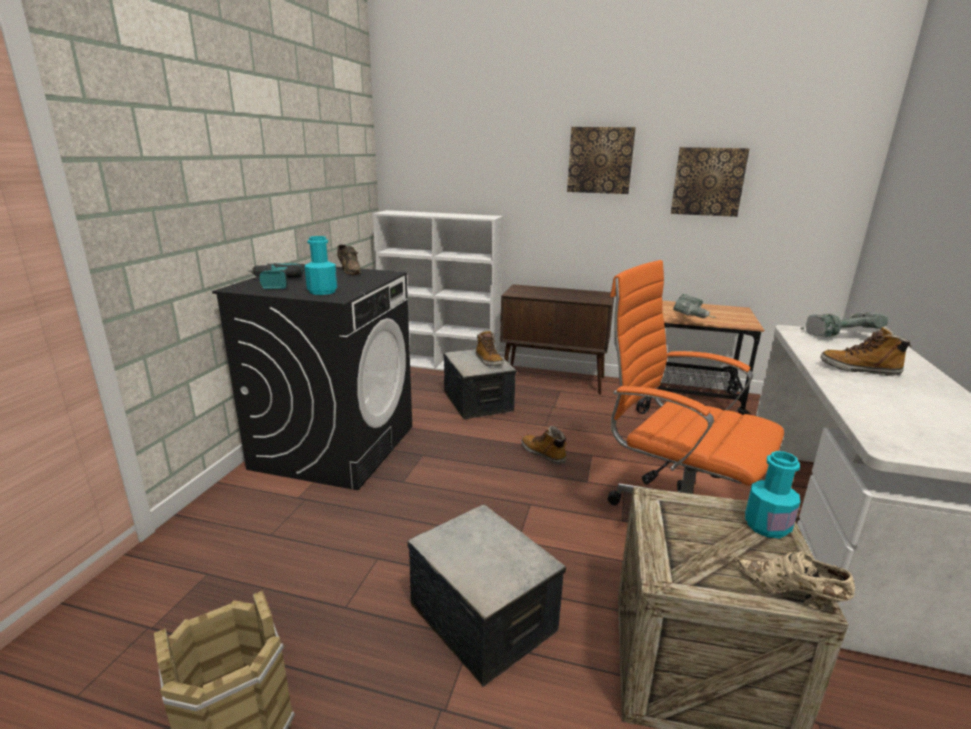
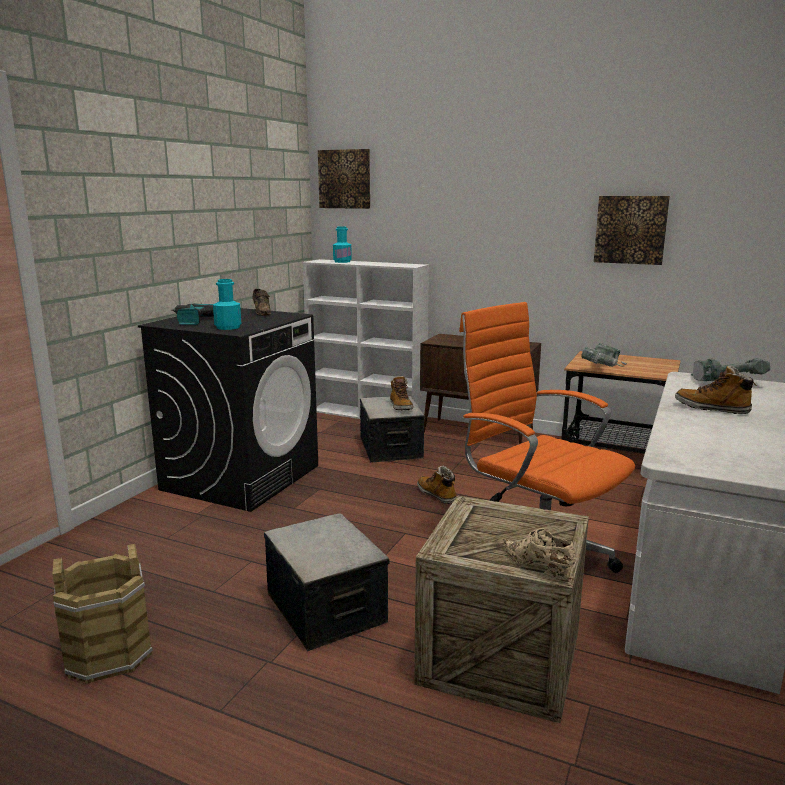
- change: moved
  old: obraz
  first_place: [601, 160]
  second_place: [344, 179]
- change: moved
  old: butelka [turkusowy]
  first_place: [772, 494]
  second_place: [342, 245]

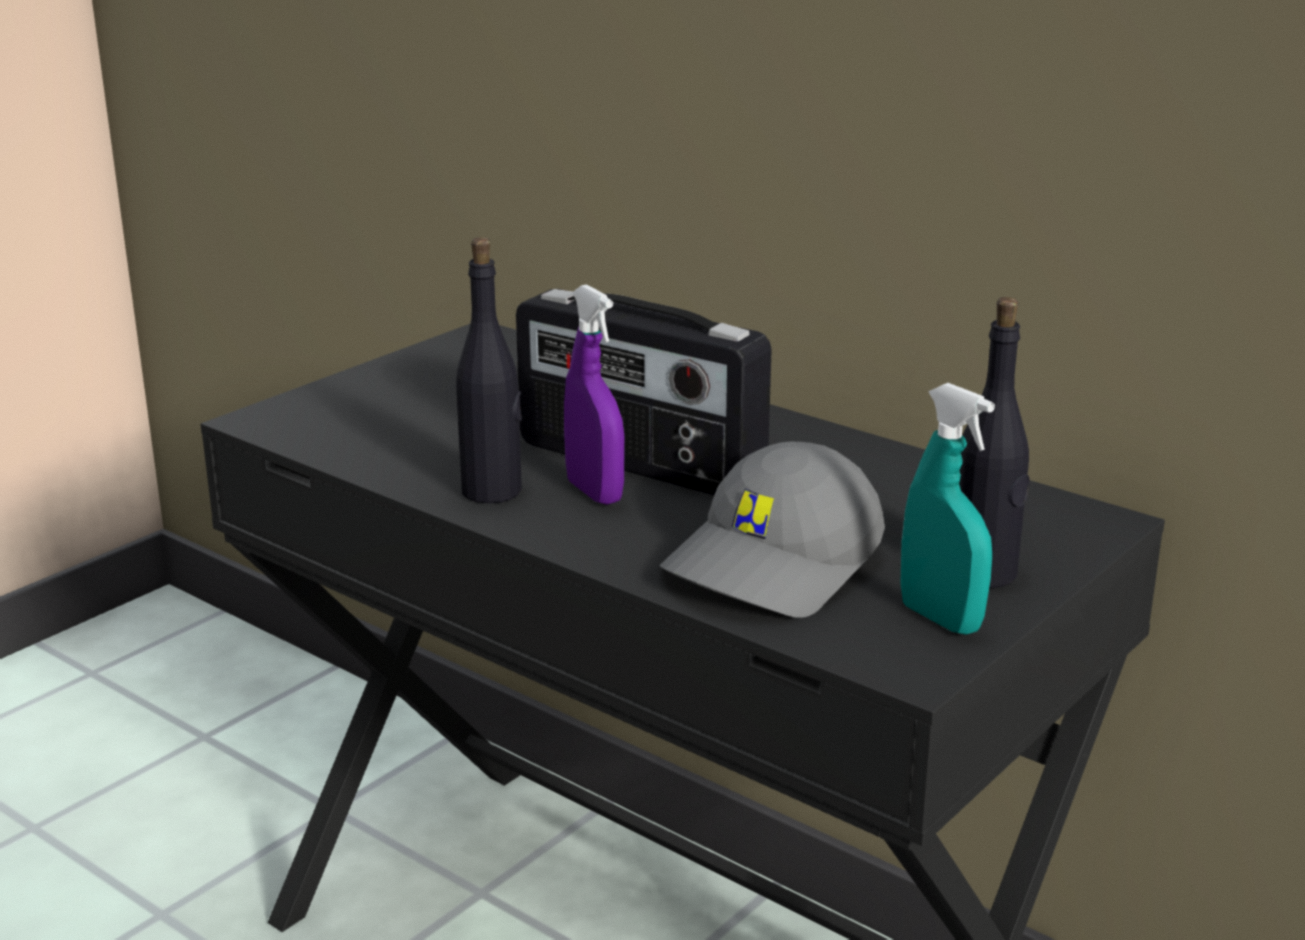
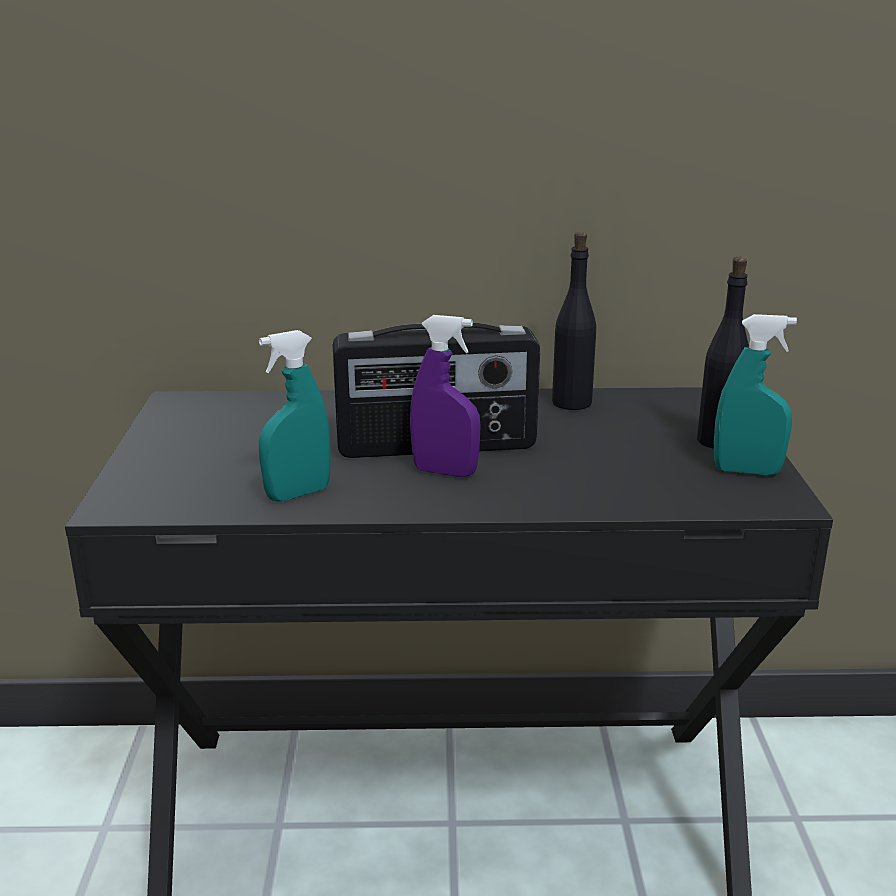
- change: added
  new: spryskiwacz [turkusowy]
  second_place: [294, 416]
- change: moved
  old: butelka [czarny]
  first_place: [489, 370]
  second_place: [574, 321]
- change: removed
  old: czapka z daszkiem [szary]
  first_place: [772, 529]

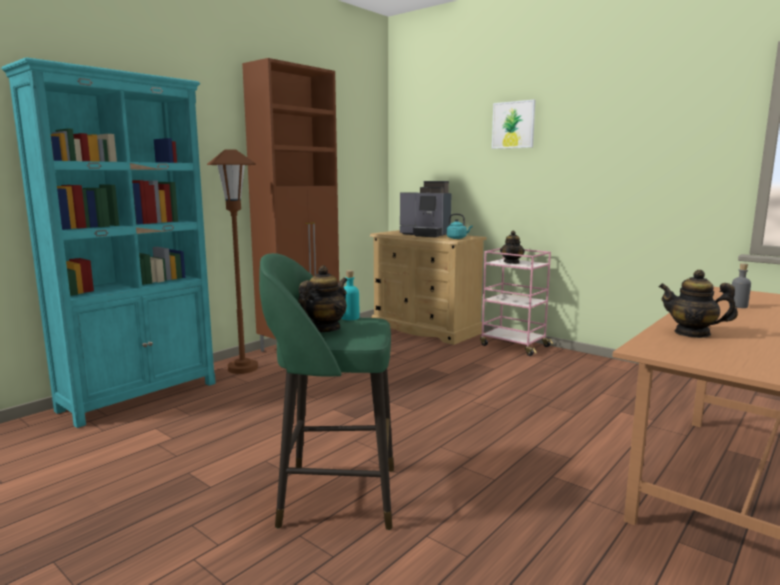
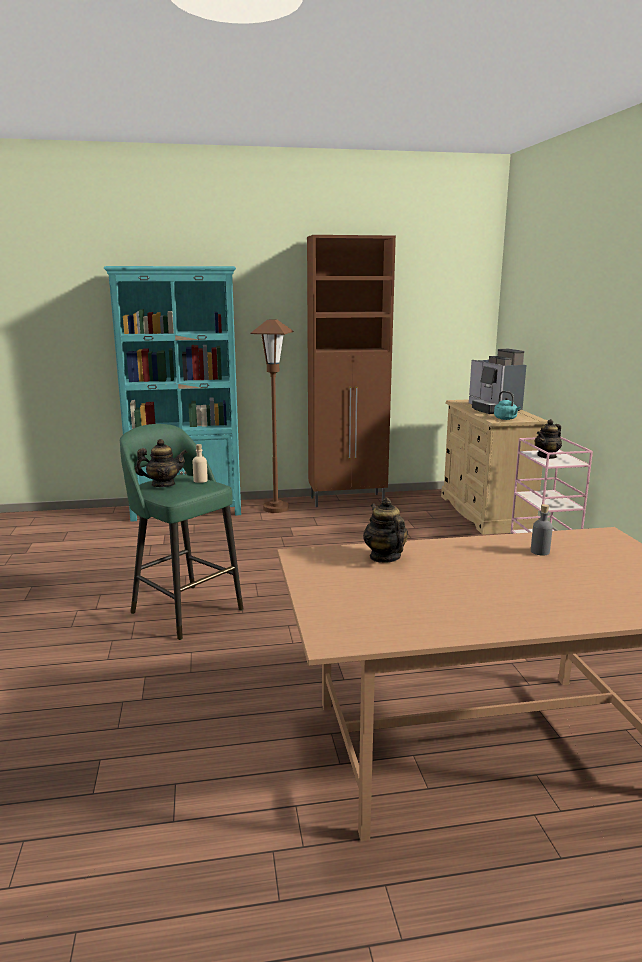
- change: recoloured
  old: butelka [turkusowy]
  new: butelka [beżowy]
  first_place: [350, 295]
  second_place: [200, 463]
- change: removed
  old: obraz
  first_place: [513, 124]

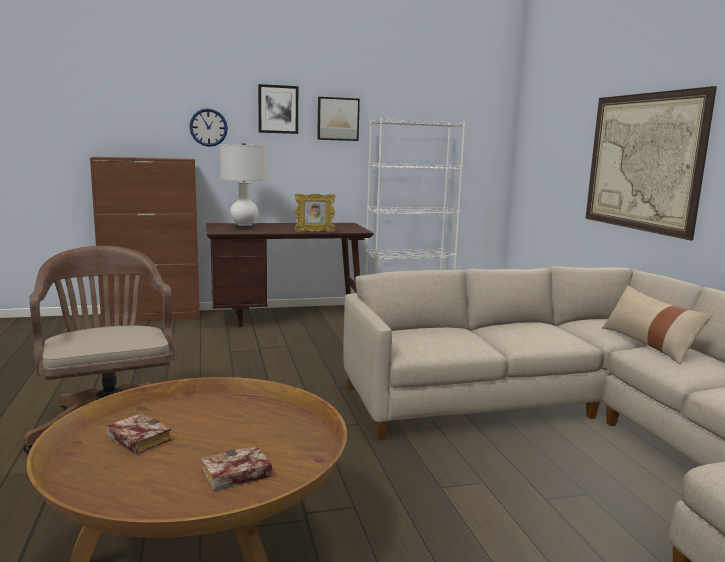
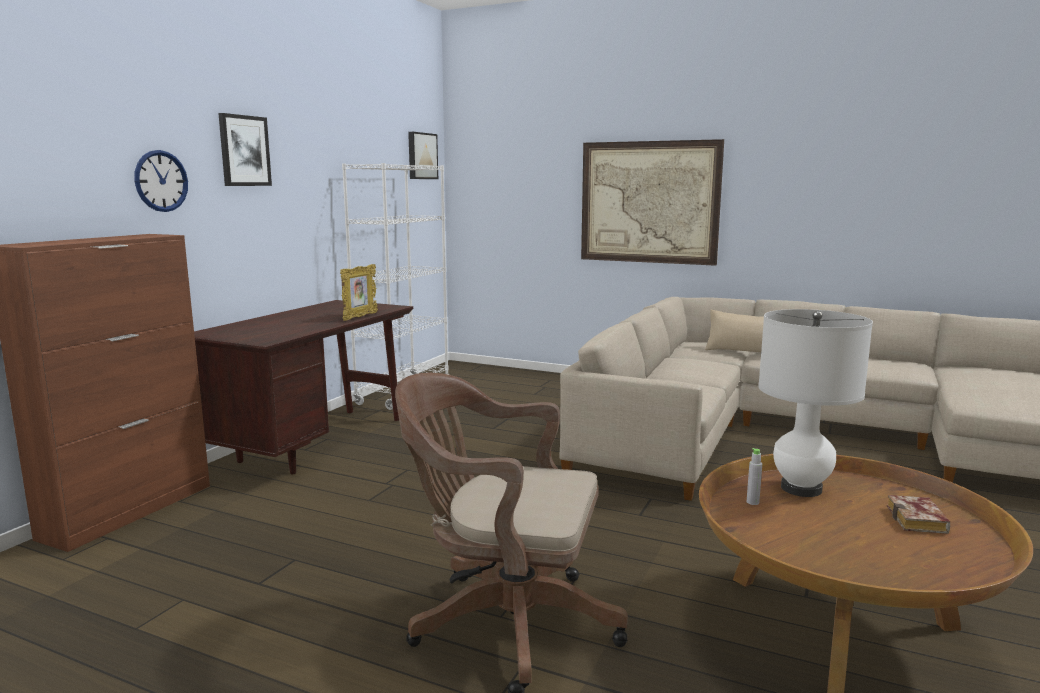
- change: moved
  old: obraz
  first_place: [338, 119]
  second_place: [423, 155]
- change: added
  new: butelka [szary]
  second_place: [754, 476]
- change: moved
  old: lampa stołowa [biały]
  first_place: [243, 185]
  second_place: [815, 403]
- change: removed
  old: książka
  first_place: [138, 434]

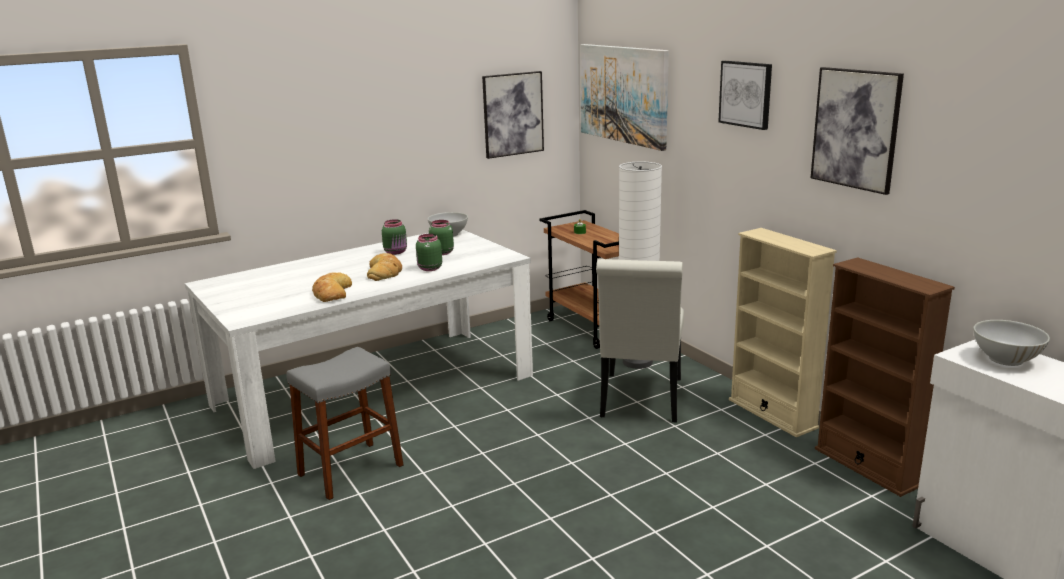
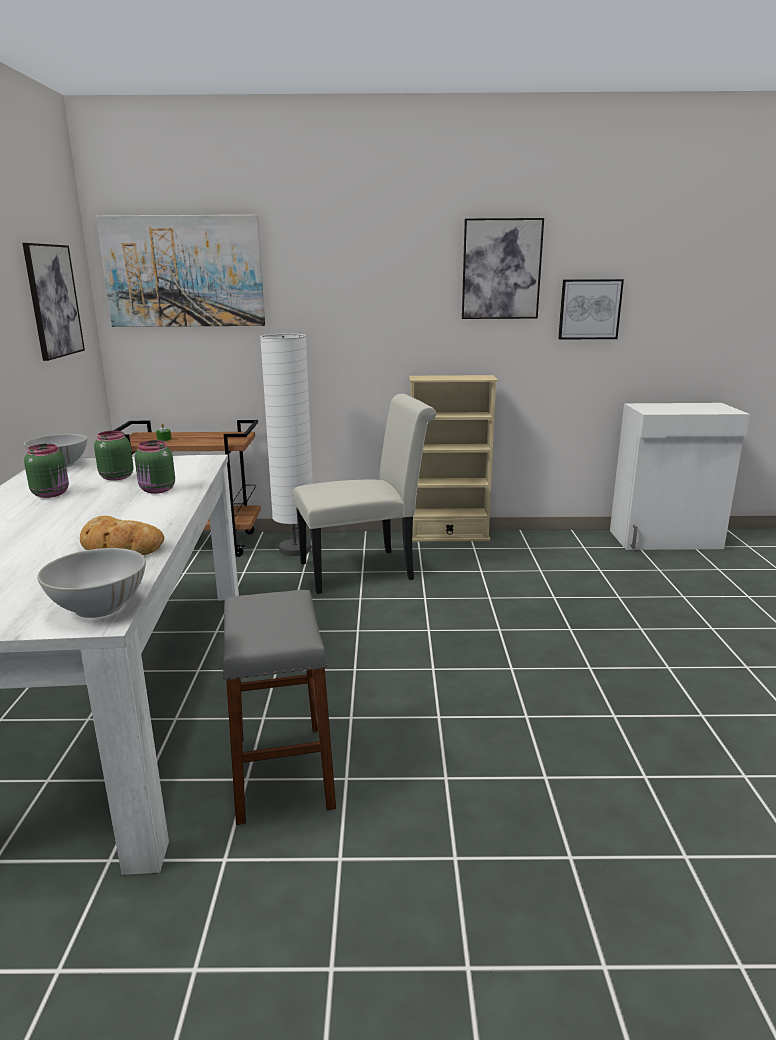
- change: moved
  old: miska [biały]
  first_place: [1011, 343]
  second_place: [91, 583]
- change: turned
  old: krzesło [biały]
  first_place: [640, 341]
  second_place: [364, 494]
  degrees: -60
- change: moved
  old: obraz
  first_place: [745, 95]
  second_place: [591, 309]
- change: removed
  old: chleb
  first_place: [384, 267]
- change: removed
  old: regał [brązowy]
  first_place: [885, 377]

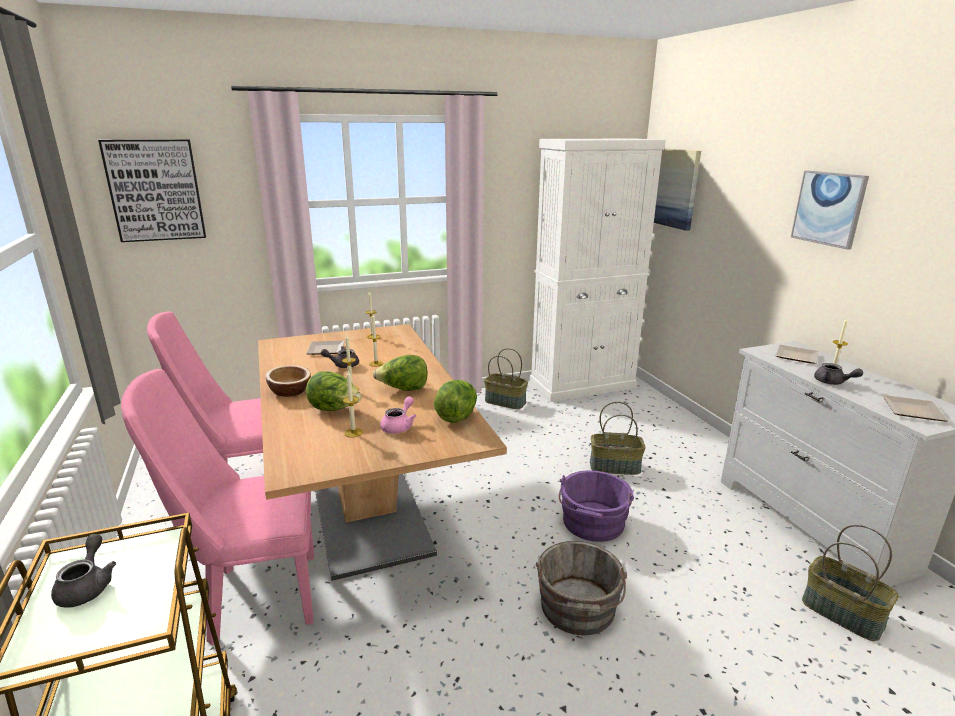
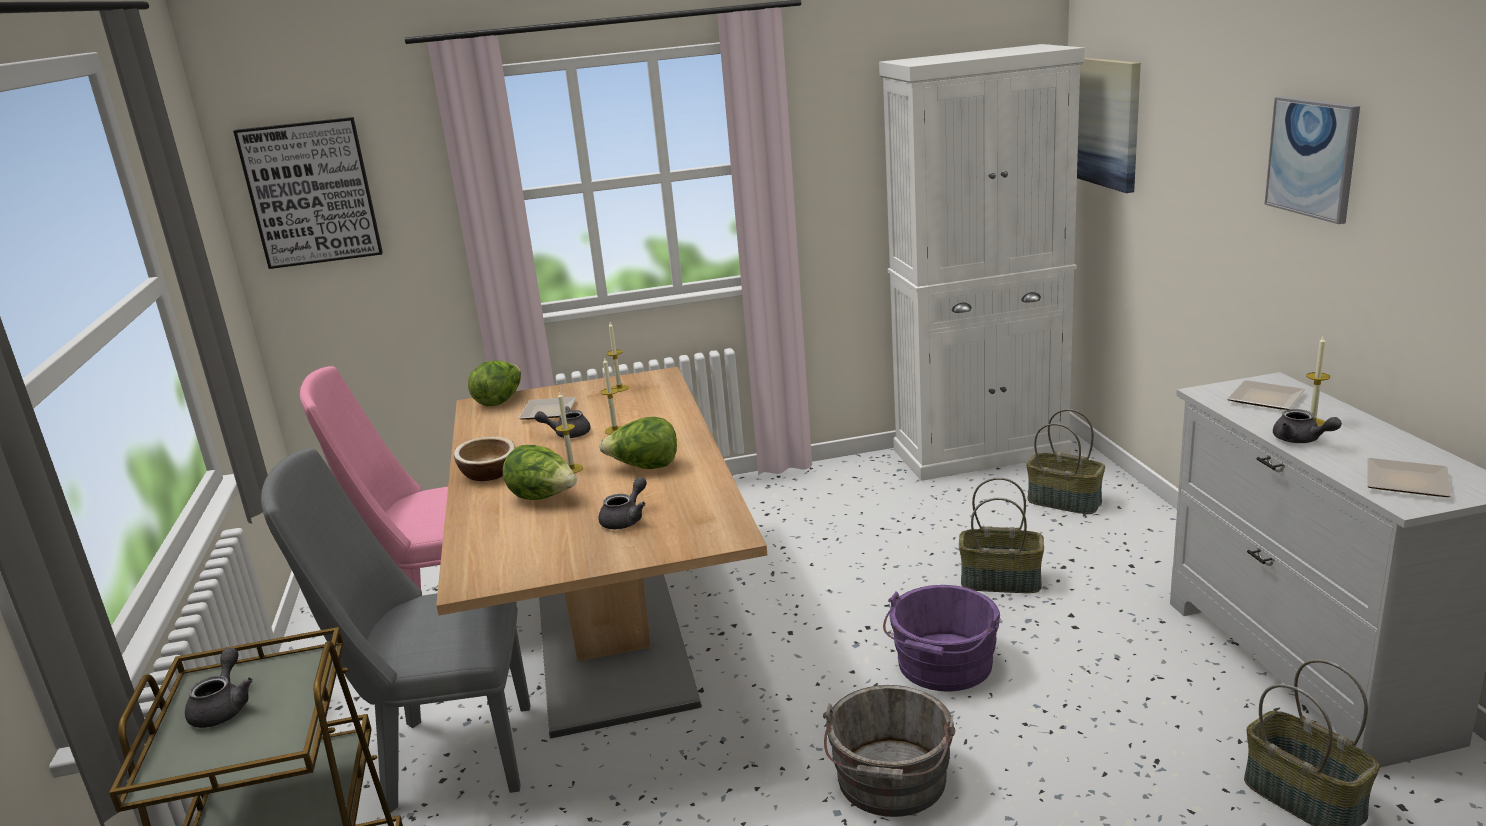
- change: recoloured
  old: krzesło [różowy]
  new: krzesło [szary]
  first_place: [217, 507]
  second_place: [396, 630]
- change: moved
  old: sałata
  first_place: [455, 401]
  second_place: [494, 383]
- change: recoloured
  old: imbryk [różowy]
  new: imbryk [szary]
  first_place: [398, 415]
  second_place: [622, 503]
- change: moved
  old: koszyk
  first_place: [506, 378]
  second_place: [1065, 461]
- change: removed
  old: świeca
  first_place: [353, 404]

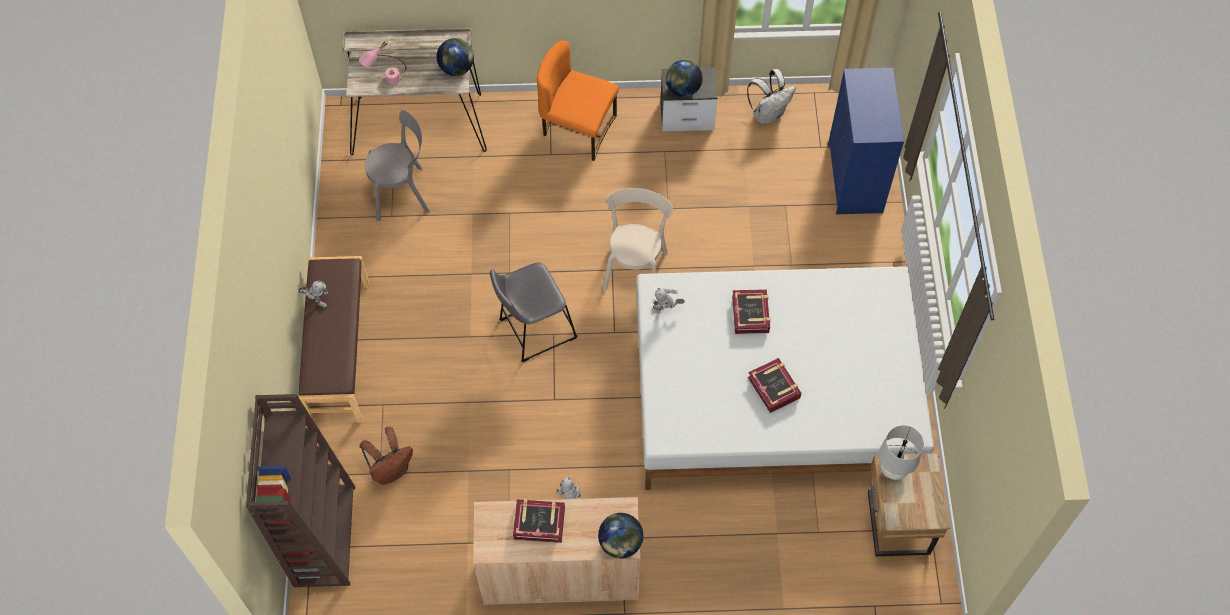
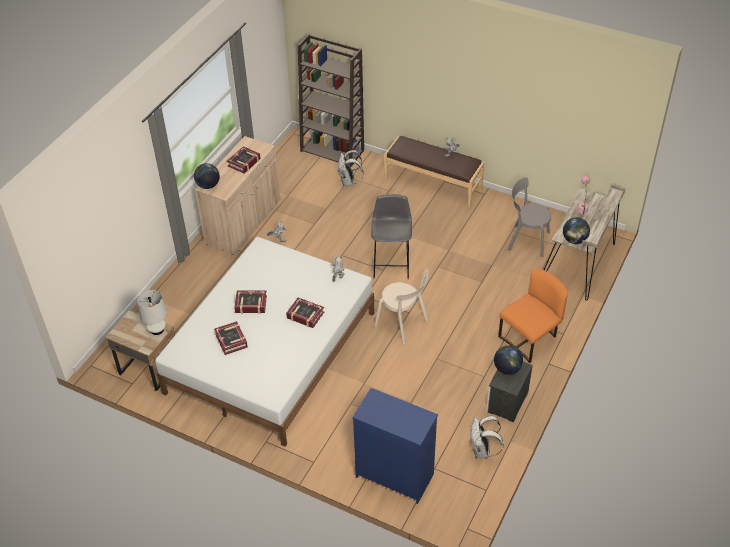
- change: added
  new: książka
  second_place: [231, 338]
- change: recoloured
  old: plecak [brązowy]
  new: plecak [biały]
  first_place: [386, 456]
  second_place: [351, 168]
- change: turned
  old: krzesło [szary]
  first_place: [397, 165]
  second_place: [529, 217]
  degrees: 90

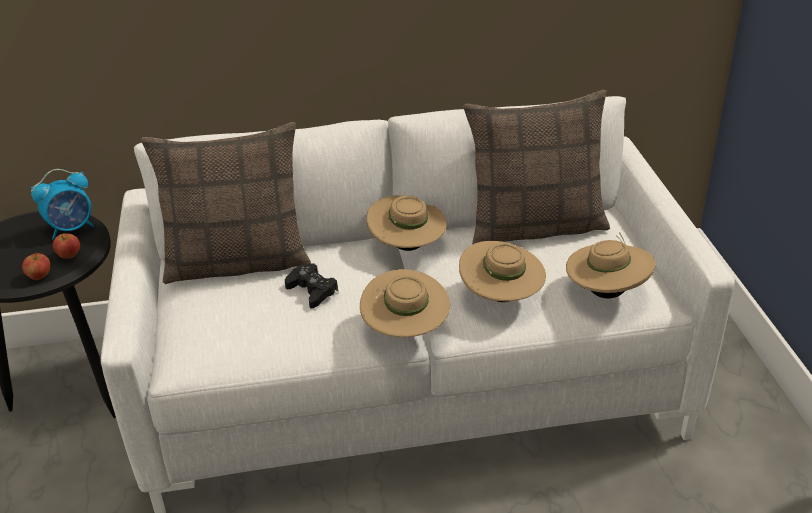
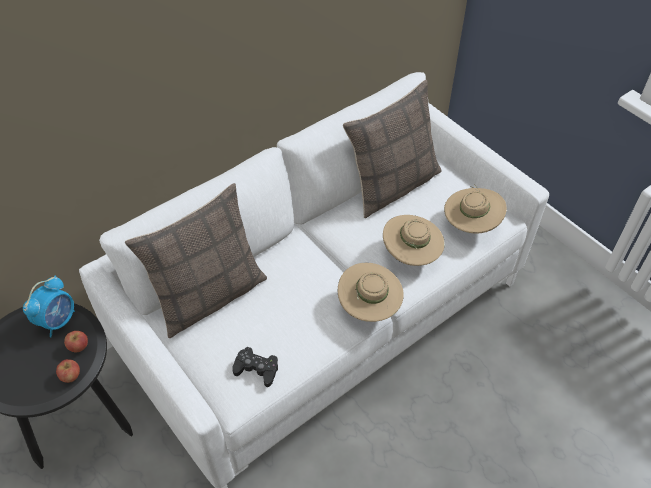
- change: moved
  old: pad do gier [czarny]
  first_place: [311, 285]
  second_place: [255, 367]
- change: removed
  old: kapelusz [beżowy]
  first_place: [407, 223]

